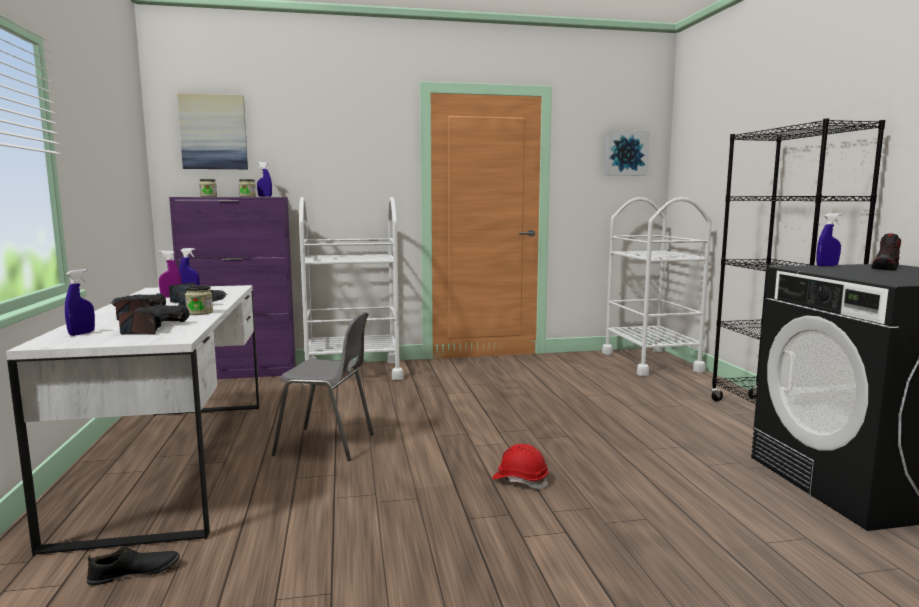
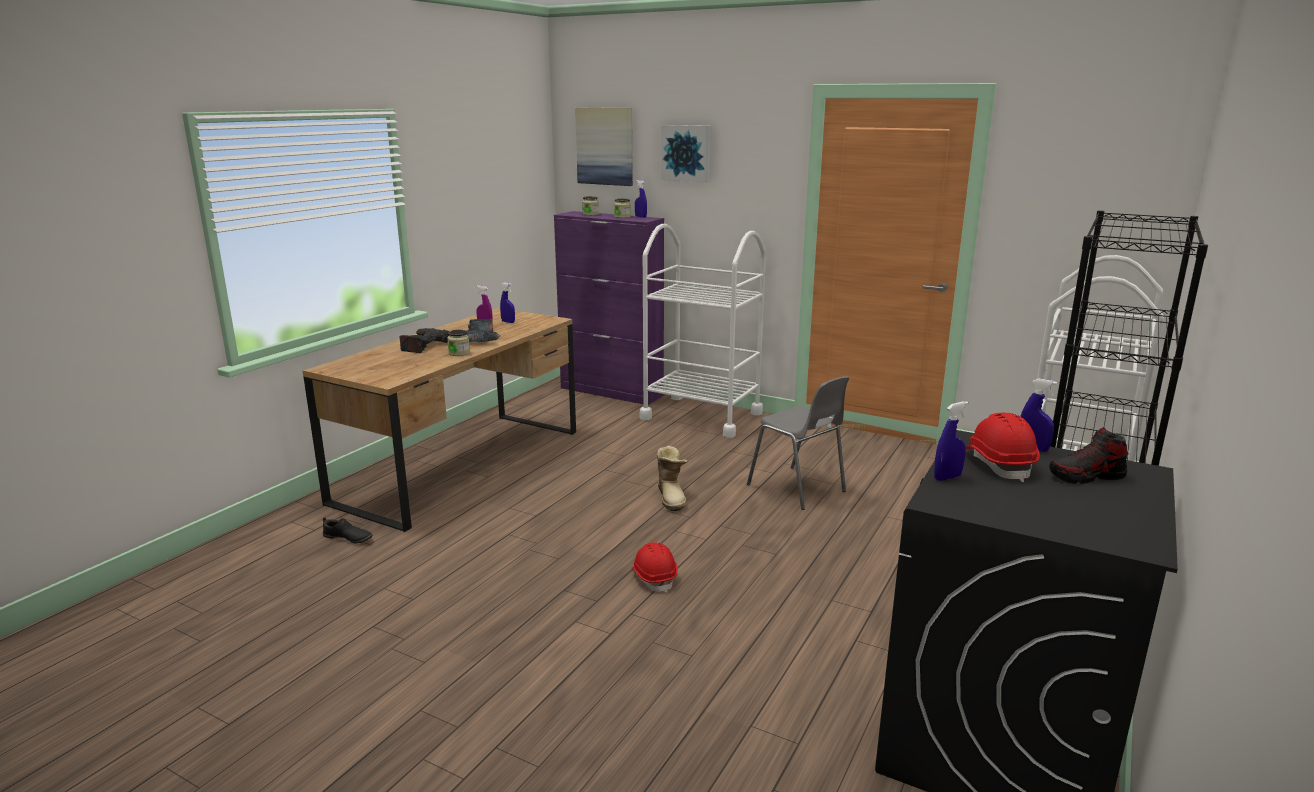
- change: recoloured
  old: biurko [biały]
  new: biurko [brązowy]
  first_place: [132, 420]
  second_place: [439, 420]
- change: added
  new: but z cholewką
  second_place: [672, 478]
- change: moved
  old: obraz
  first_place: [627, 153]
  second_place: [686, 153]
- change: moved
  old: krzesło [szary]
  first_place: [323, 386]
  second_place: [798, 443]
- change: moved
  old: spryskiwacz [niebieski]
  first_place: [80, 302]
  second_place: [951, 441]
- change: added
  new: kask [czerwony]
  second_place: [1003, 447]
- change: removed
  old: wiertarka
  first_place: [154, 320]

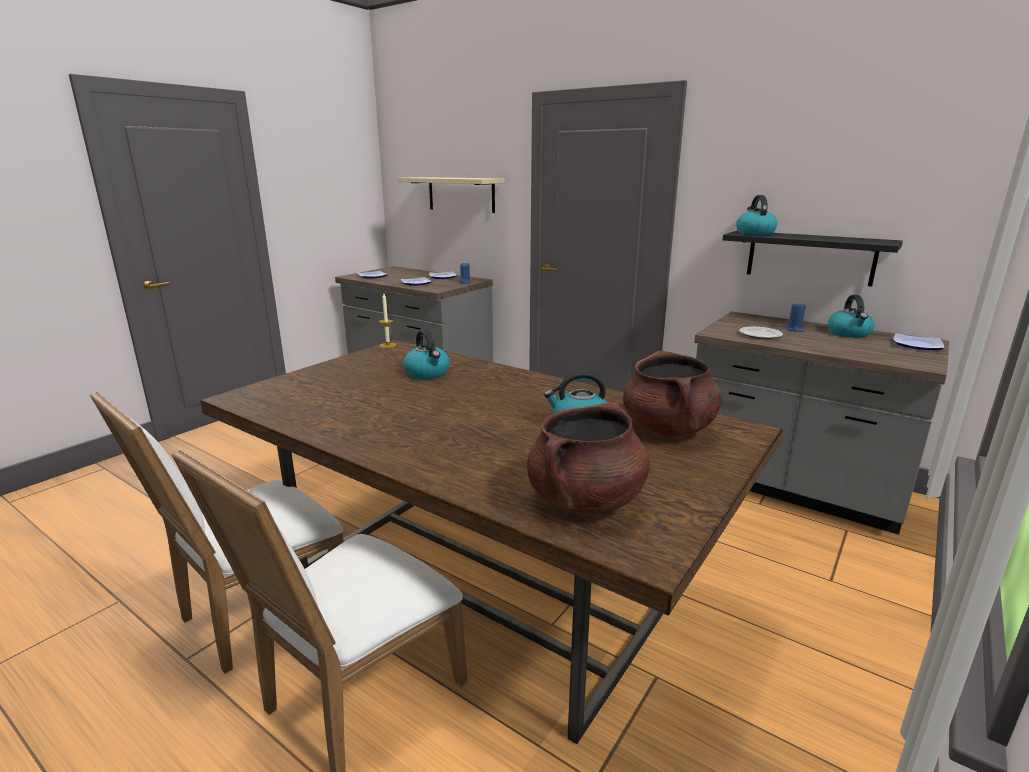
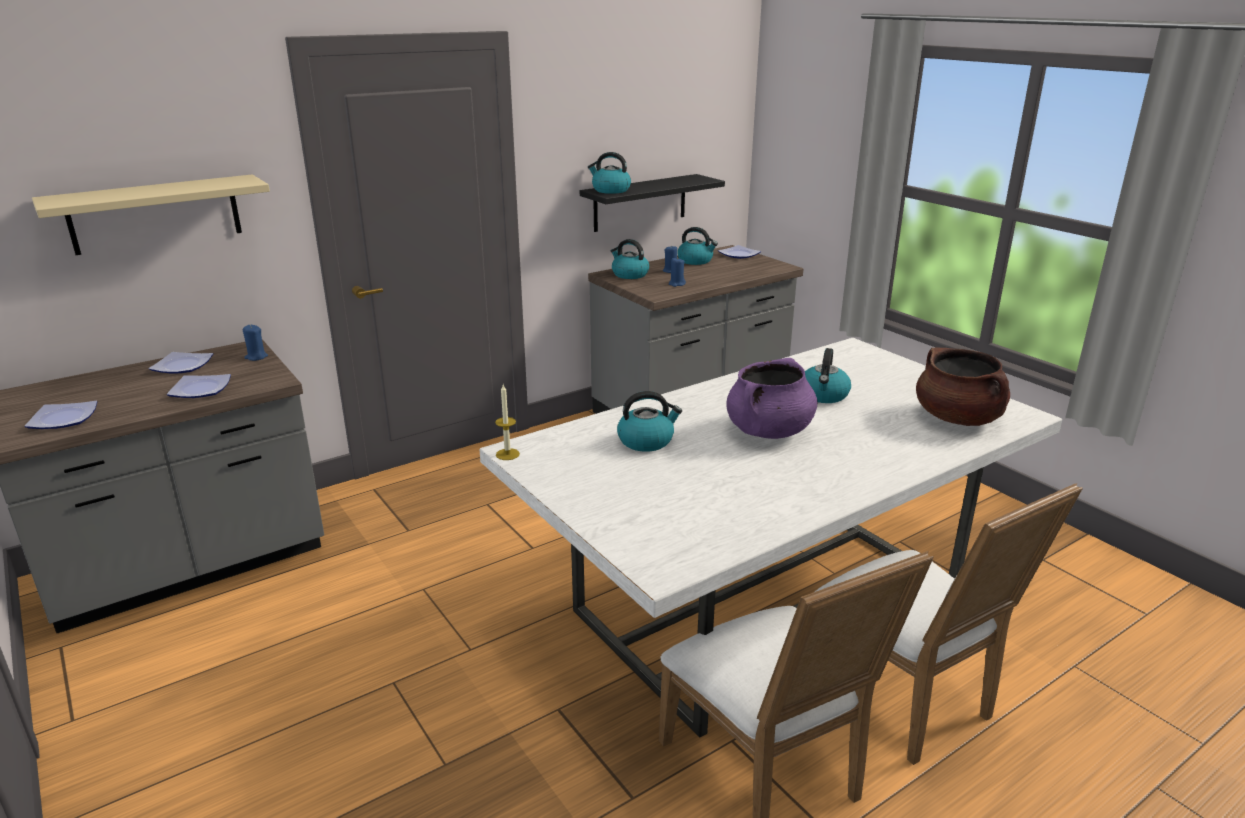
- change: recoloured
  old: stół jadalny [brązowy]
  new: stół jadalny [biały]
  first_place: [491, 542]
  second_place: [770, 538]
- change: added
  new: czajnik
  second_place: [630, 259]
- change: replaced
  old: talerz
  new: świeca [niebieski]
  first_place: [761, 333]
  second_place: [677, 272]
- change: added
  new: garnek [fioletowy]
  second_place: [771, 398]
- change: removed
  old: garnek [brązowy]
  first_place: [672, 393]

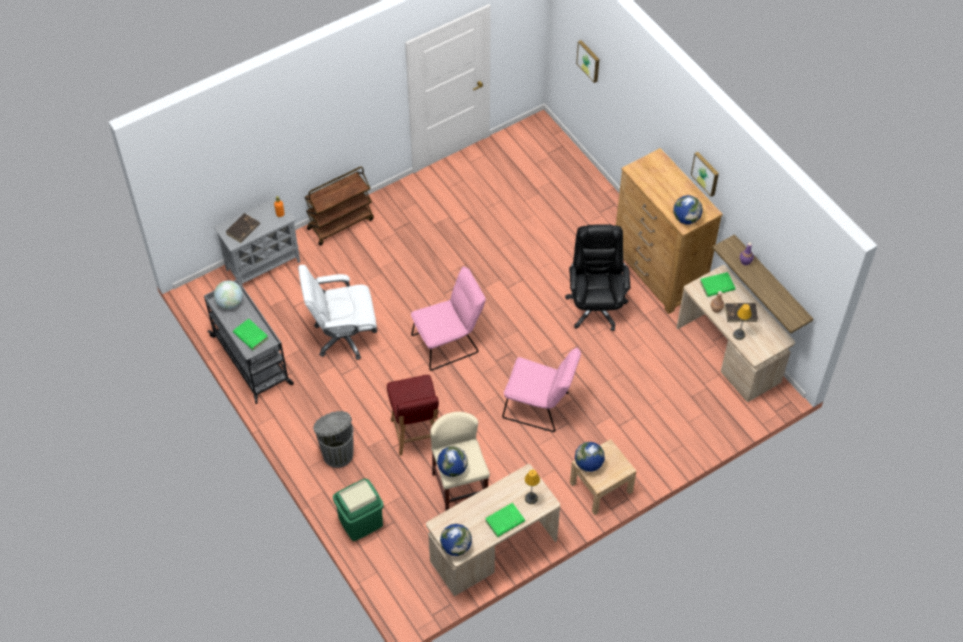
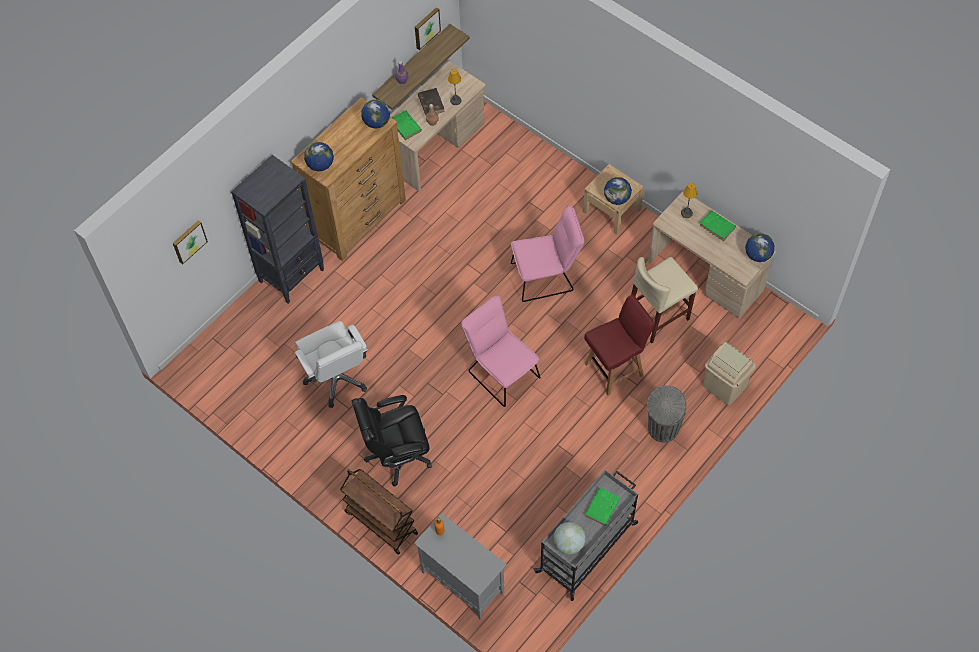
- change: added
  new: regał [czarny]
  second_place: [277, 229]
- change: moved
  old: krzesło biurowe [biały]
  first_place: [337, 312]
  second_place: [331, 364]
- change: moved
  old: globus
  first_place: [452, 461]
  second_place: [319, 157]
- change: moved
  old: krzesło biurowe [czarny]
  first_place: [598, 277]
  second_place: [392, 441]
- change: moved
  old: obraz
  first_place: [705, 174]
  second_place: [428, 28]
- change: turned
  old: krzesło [różowy]
  first_place: [541, 389]
  second_place: [548, 253]
  degrees: 75
- change: recoloured
  old: kosz na śmieci [zielony]
  new: kosz na śmieci [beżowy]
  first_place: [358, 509]
  second_place: [729, 373]
- change: removed
  old: książka [brązowy]
  first_place: [243, 228]

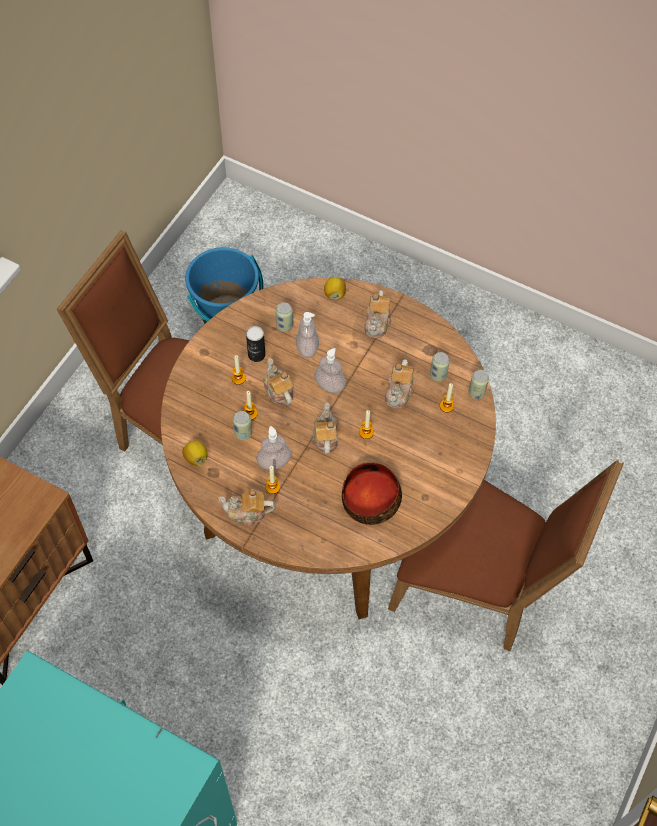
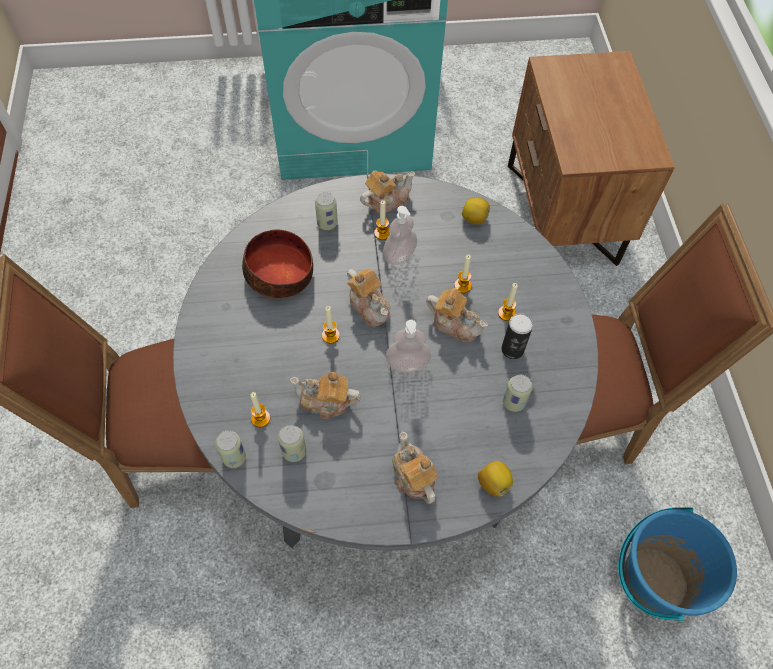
- change: recoloured
  old: stół jadalny [brązowy]
  new: stół jadalny [szary]
  first_place: [328, 448]
  second_place: [385, 362]
- change: turned
  old: imbryk
  first_place: [399, 384]
  second_place: [325, 395]
  degrees: -60
- change: moved
  old: puszka
  first_place: [242, 425]
  second_place: [326, 211]
- change: removed
  old: dozownik mydła
  first_place: [307, 335]

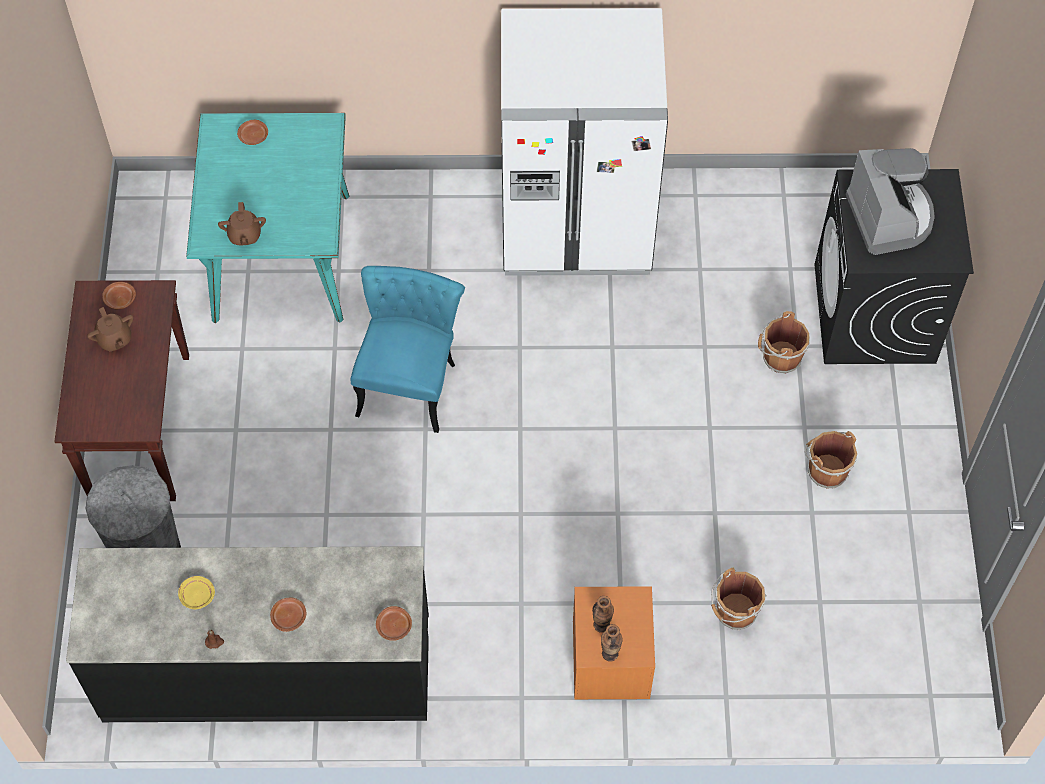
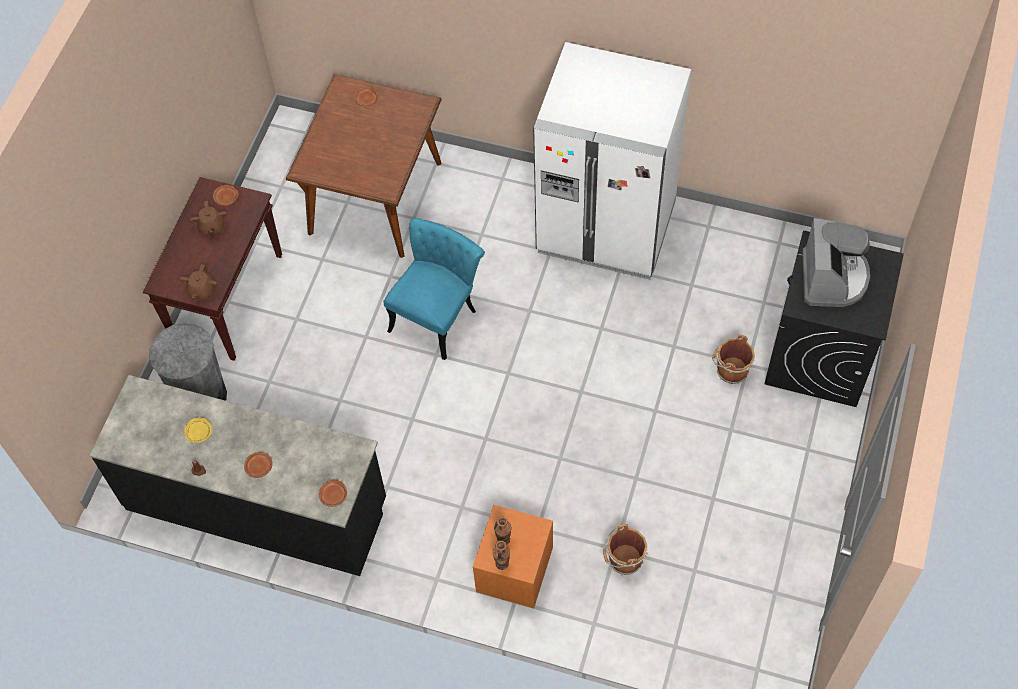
- change: moved
  old: imbryk [brązowy]
  first_place: [242, 223]
  second_place: [198, 282]
- change: recoloured
  old: stół jadalny [turkusowy]
  new: stół jadalny [brązowy]
  first_place: [267, 218]
  second_place: [364, 166]
- change: removed
  old: wiadro [brązowy]
  first_place: [831, 460]

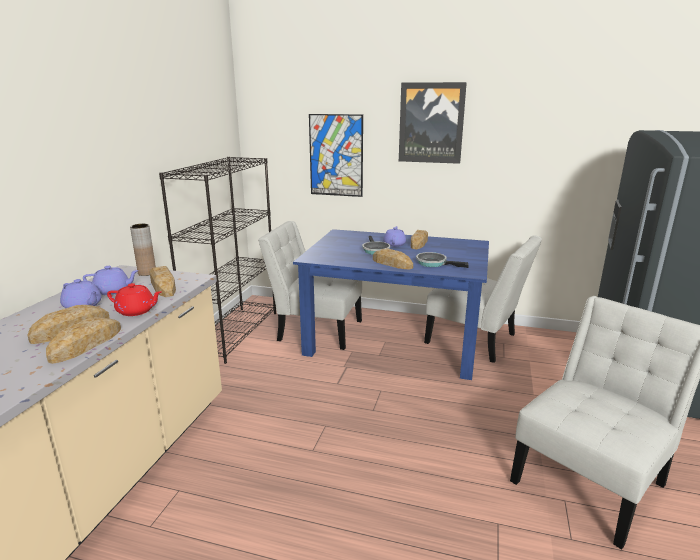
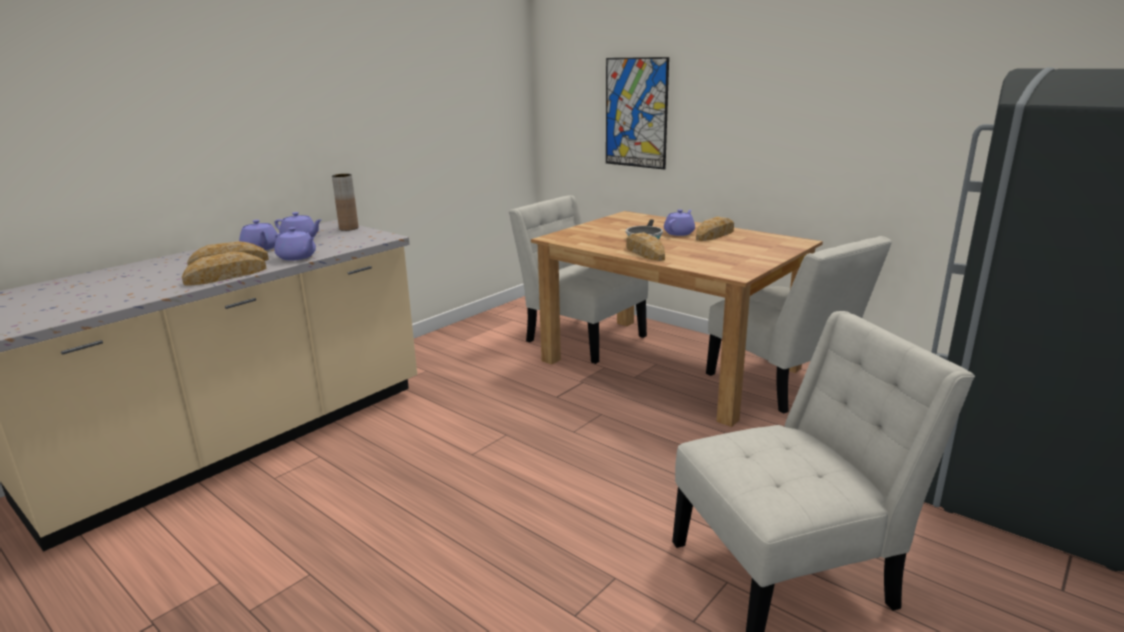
- change: recoloured
  old: imbryk [czerwony]
  new: imbryk [fioletowy]
  first_place: [134, 299]
  second_place: [295, 244]
- change: recoloured
  old: stół jadalny [niebieski]
  new: stół jadalny [brązowy]
  first_place: [391, 304]
  second_place: [677, 319]
- change: removed
  old: chleb
  first_place: [162, 281]
- change: removed
  old: regał [czarny]
  first_place: [217, 260]
- change: removed
  old: obraz
  first_place: [433, 123]
- change: removed
  old: patelnia
  first_place: [442, 260]

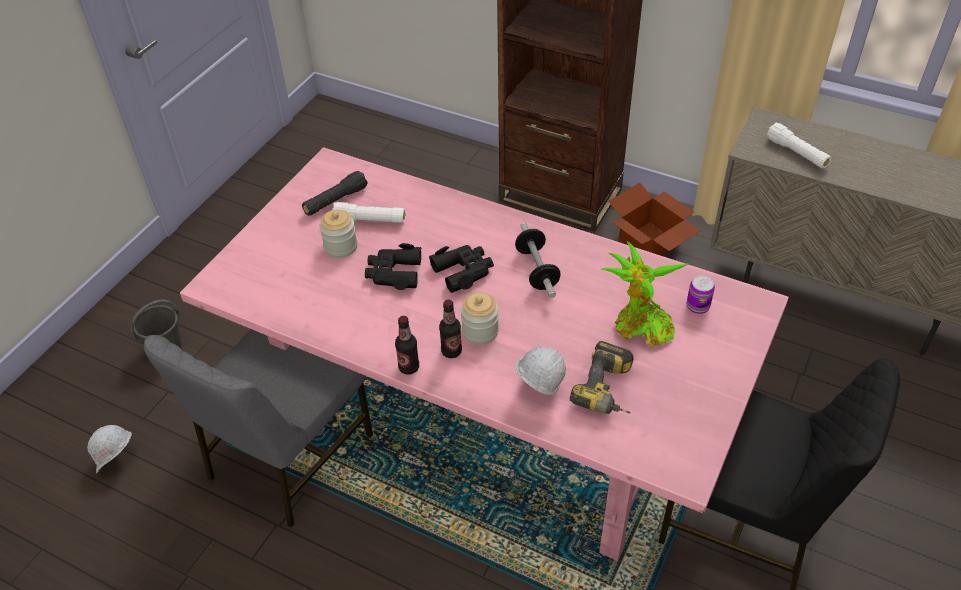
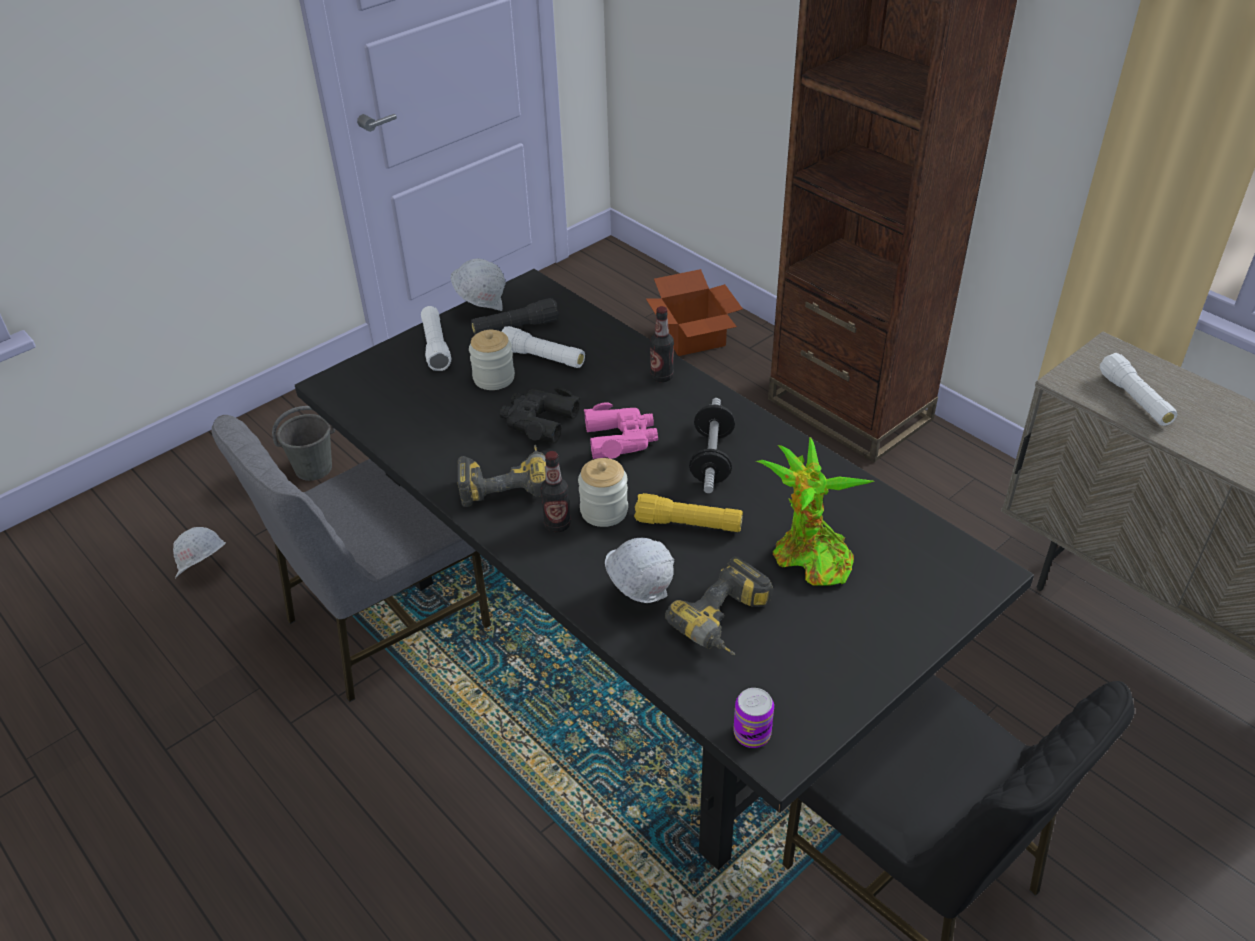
- change: recoloured
  old: stół jadalny [różowy]
  new: stół jadalny [czarny]
  first_place: [484, 354]
  second_place: [664, 569]
- change: added
  new: latarka [biały]
  second_place: [436, 338]
- change: added
  new: kask [biały]
  second_place: [478, 285]
- change: added
  new: wiertarka
  second_place: [501, 476]
- change: recoloured
  old: lornetka [czarny]
  new: lornetka [różowy]
  first_place: [461, 269]
  second_place: [621, 430]
- change: added
  new: latarka [żółty]
  second_place: [688, 512]
- change: moved
  old: karton
  first_place: [654, 219]
  second_place: [694, 312]
- change: moved
  old: butelka
  first_place: [407, 345]
  second_place: [662, 344]
- change: moved
  old: puszka
  first_place: [701, 295]
  second_place: [753, 718]

